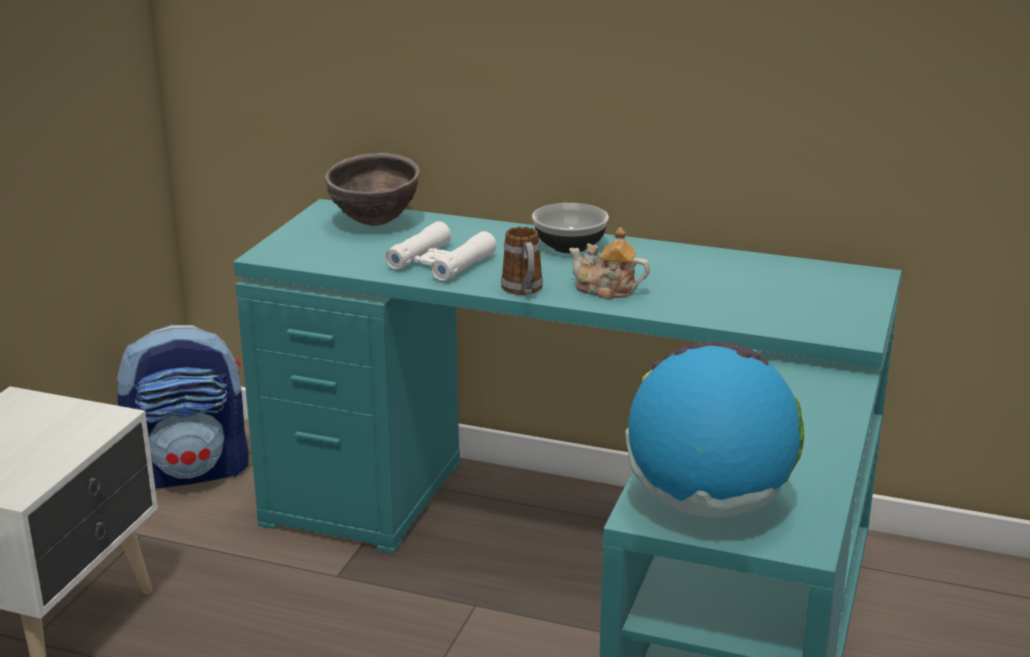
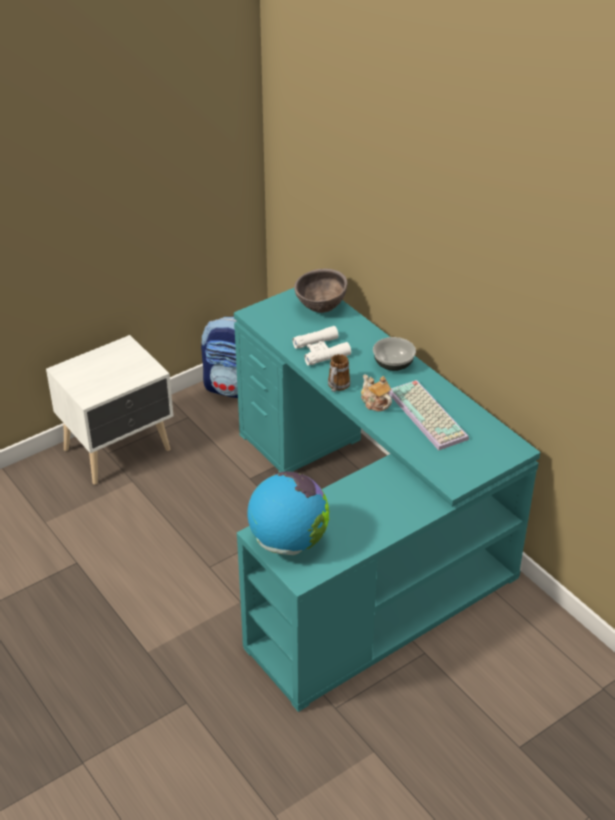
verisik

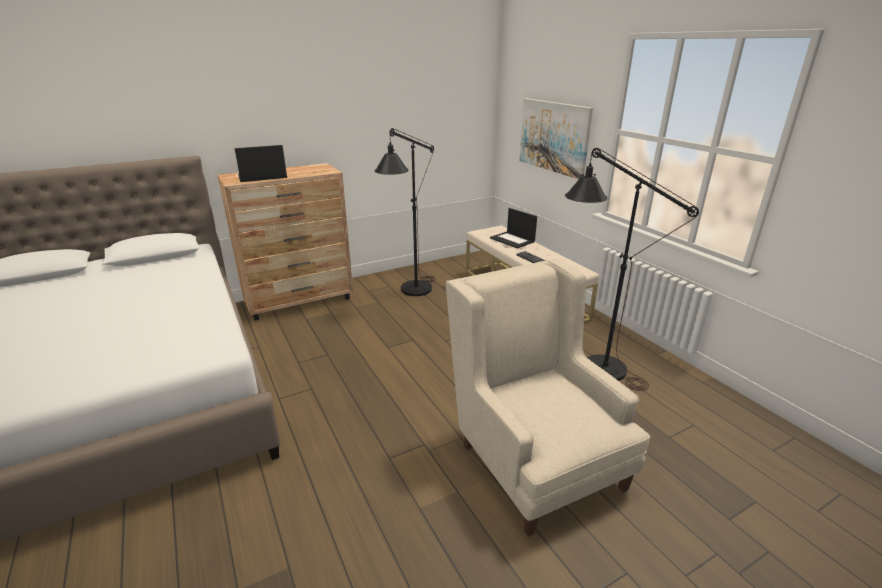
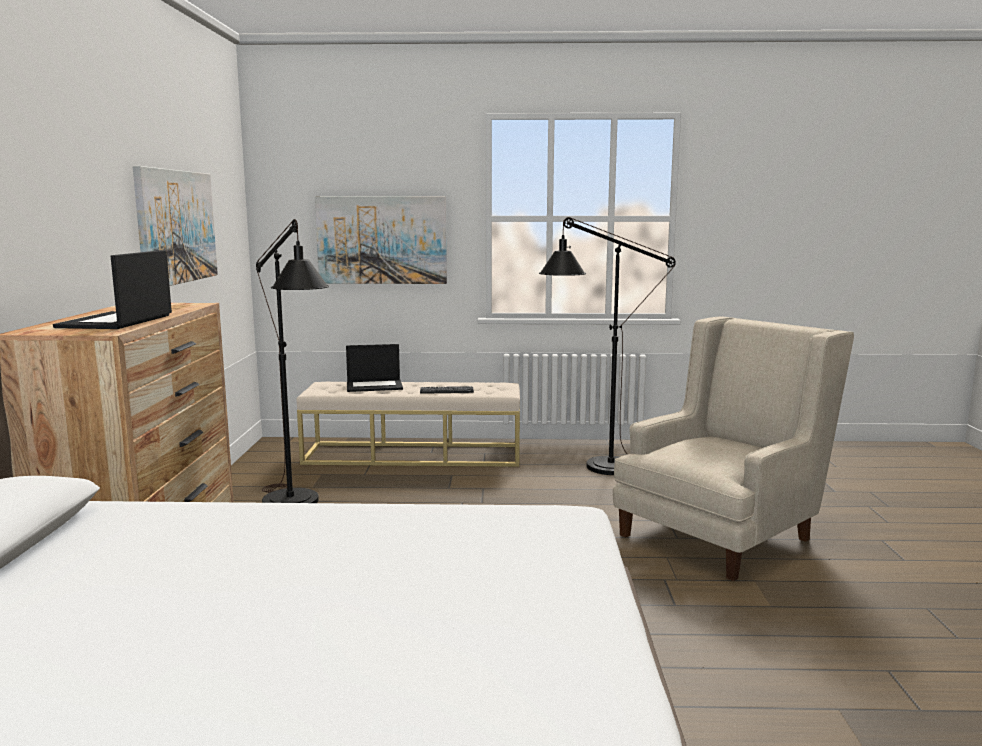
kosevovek (1st from left); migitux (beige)

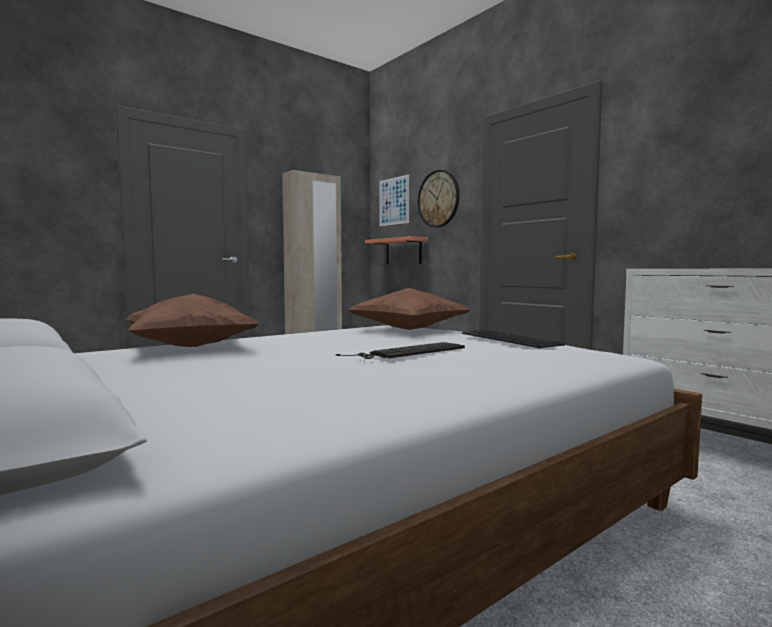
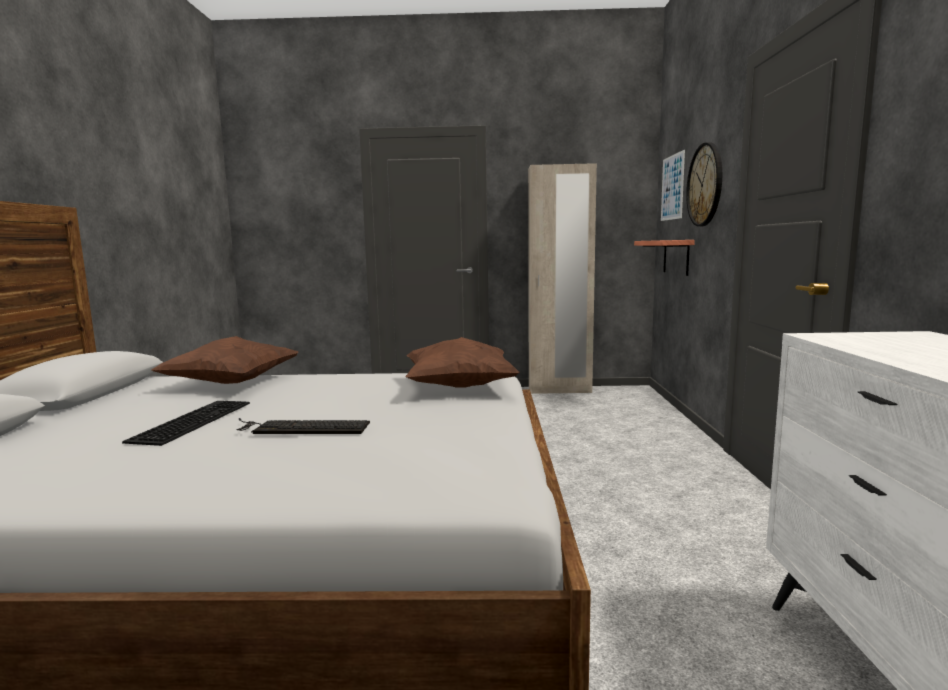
verisik (1st from left)

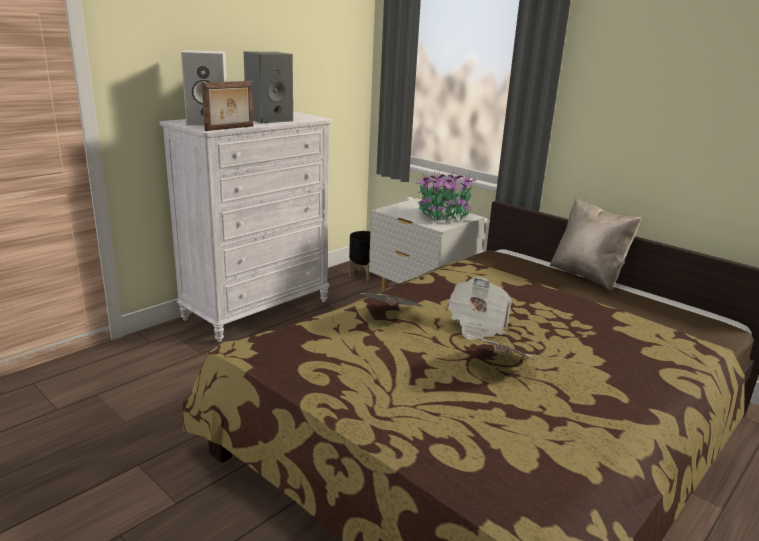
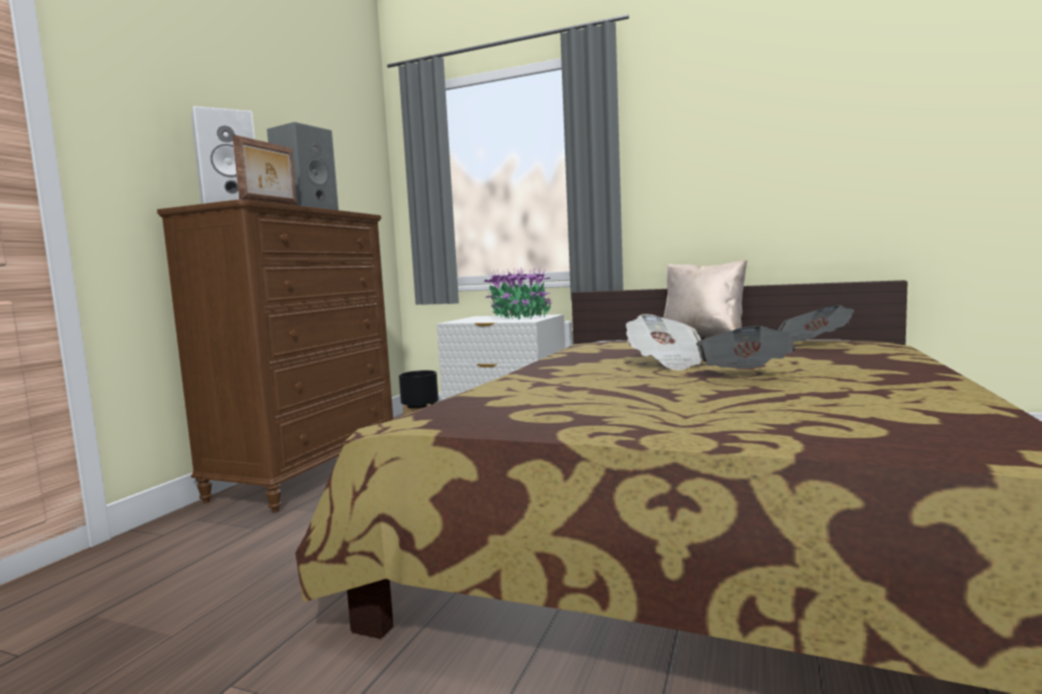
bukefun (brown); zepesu (3rd from left)

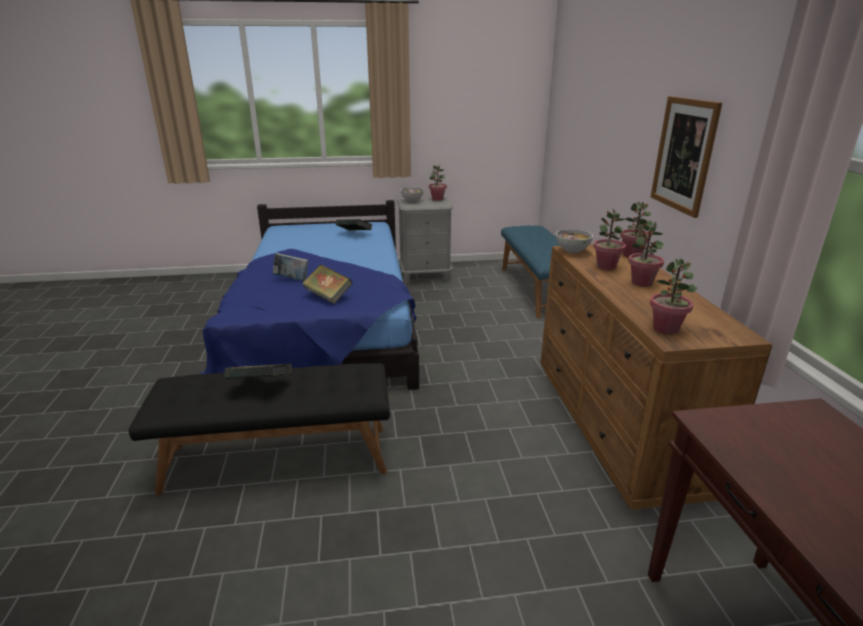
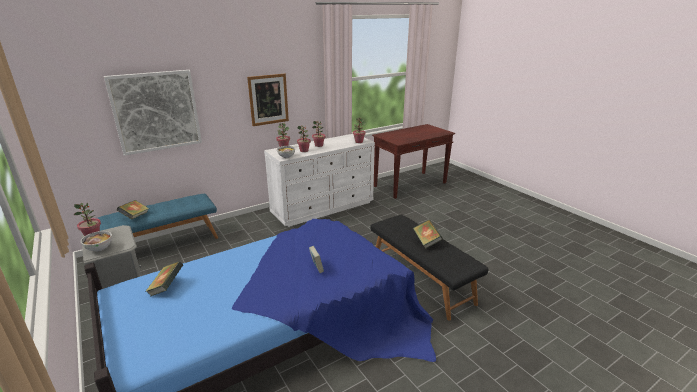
kosevovek (1st from left); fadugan (1st from left); bukefun (white)

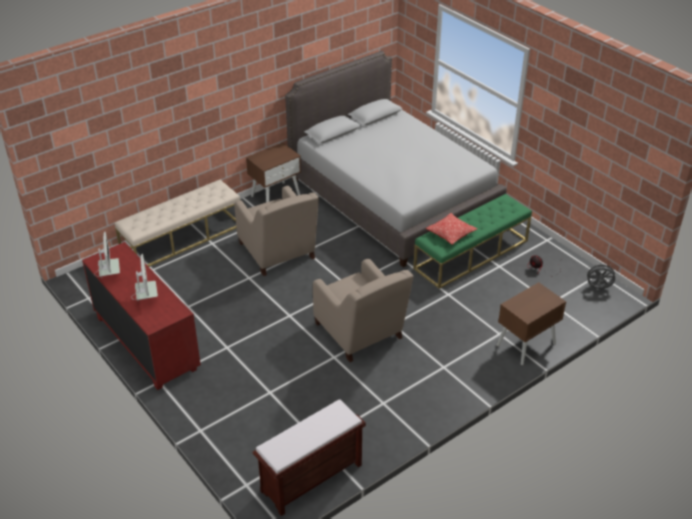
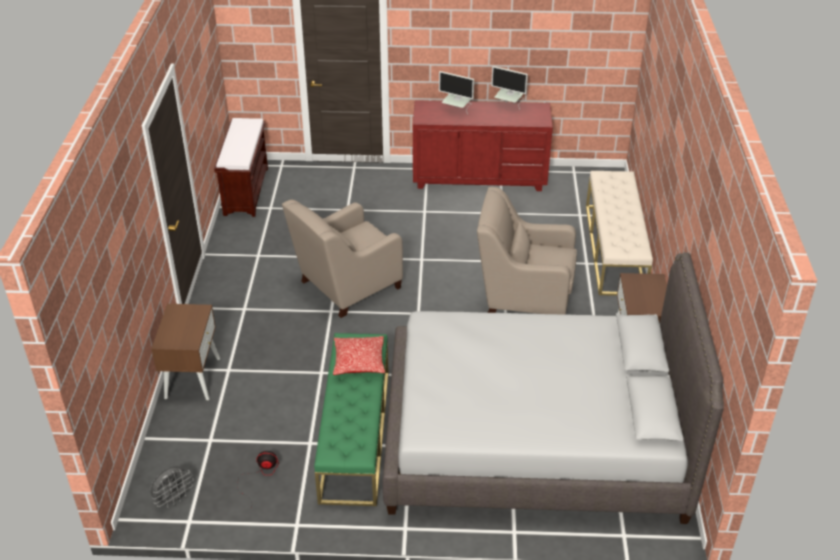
migitux (beige) (1st from left)

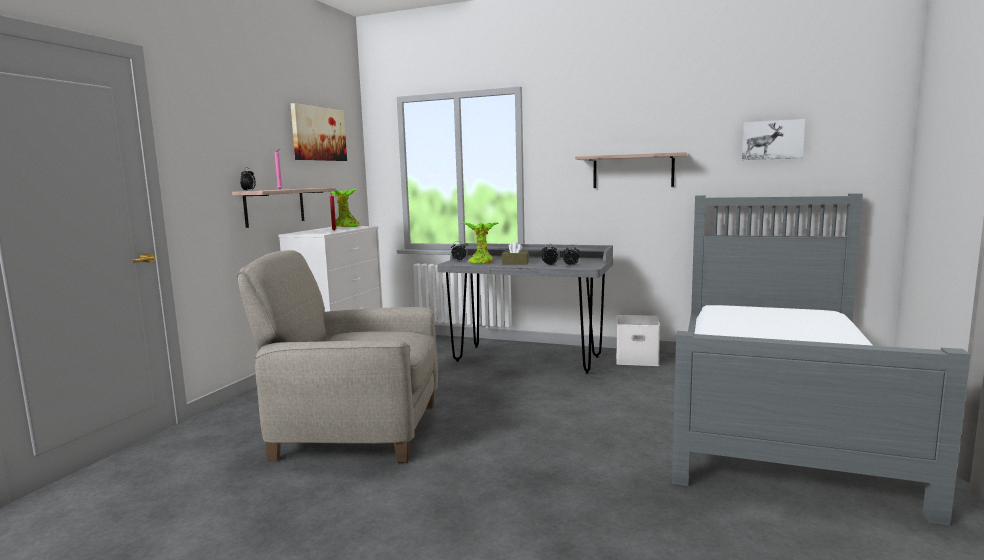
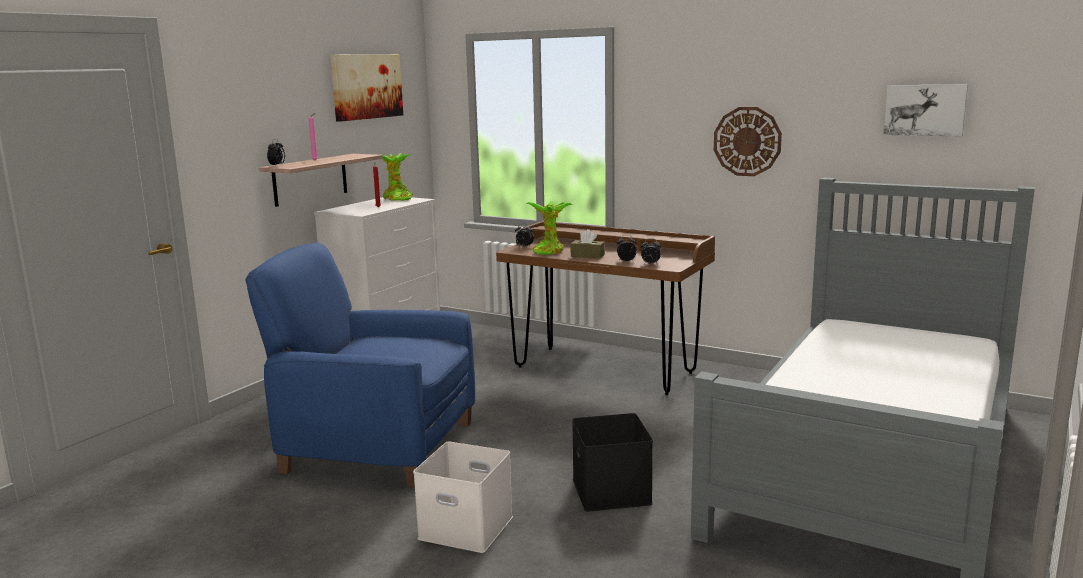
migitux (blue); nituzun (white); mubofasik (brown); nituzun (black); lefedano

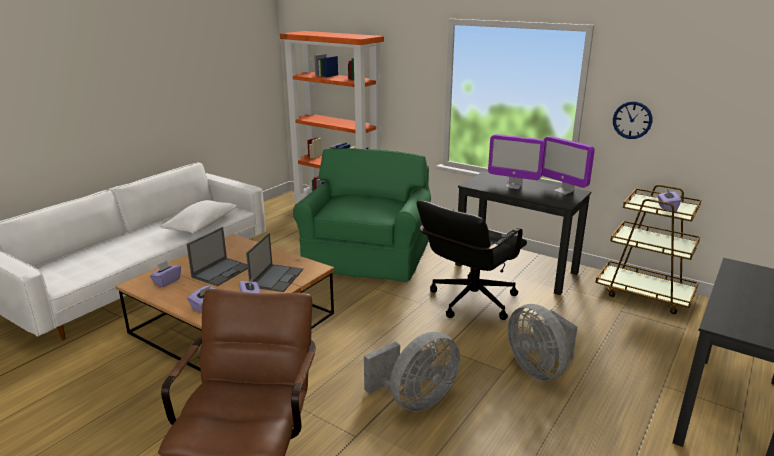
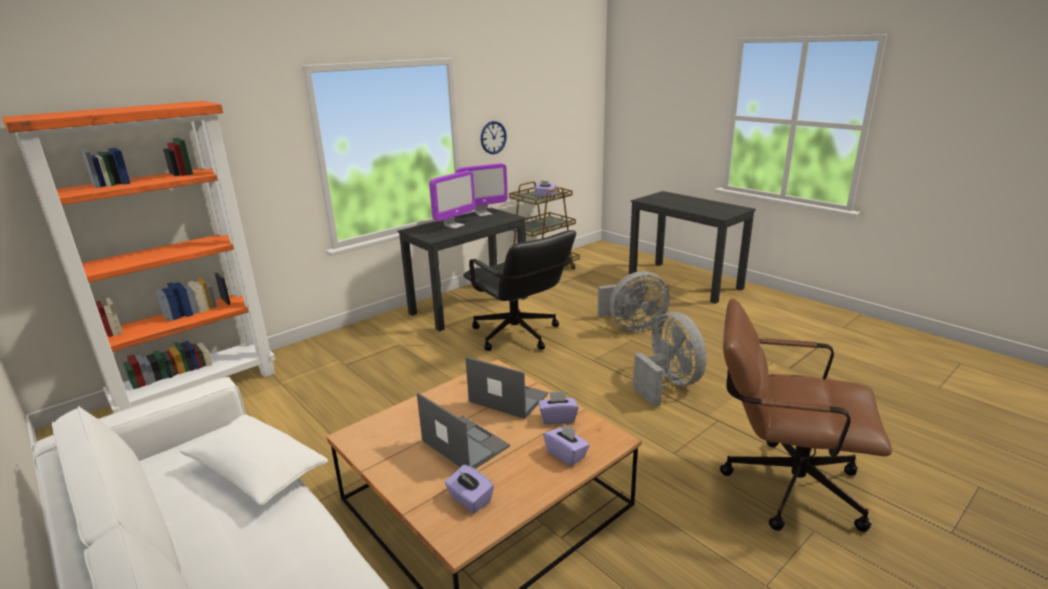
migitux (green)

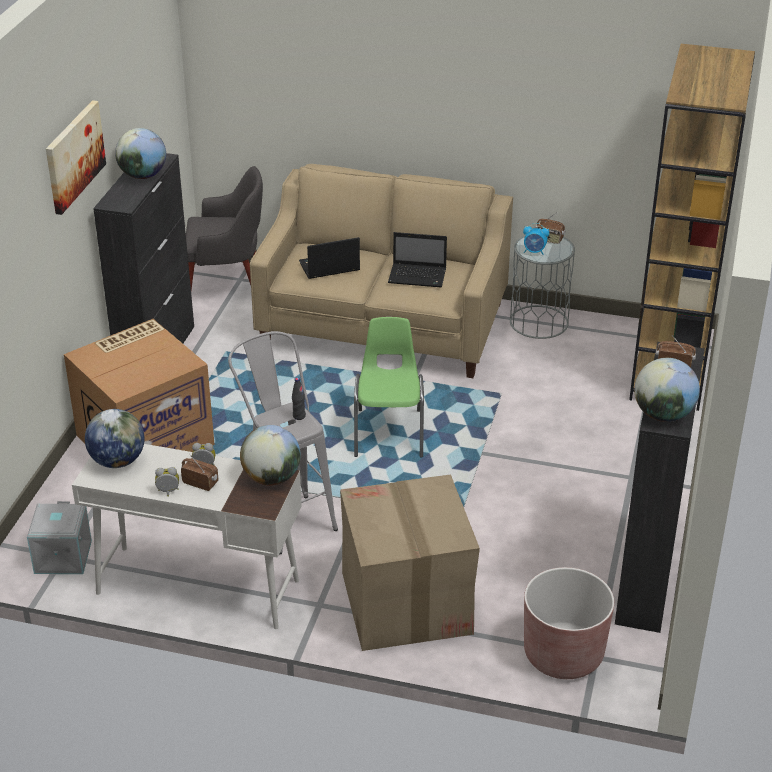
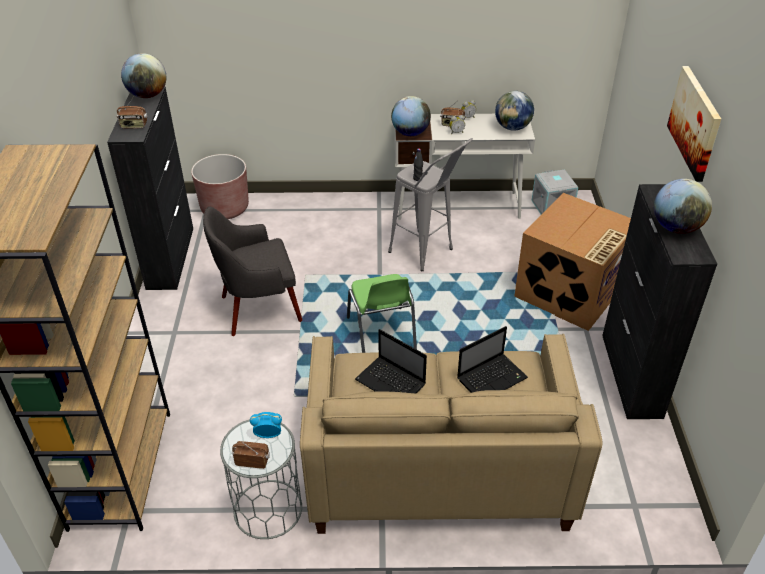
migitux (grey); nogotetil (1st from left); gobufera (2nd from left in the first image)

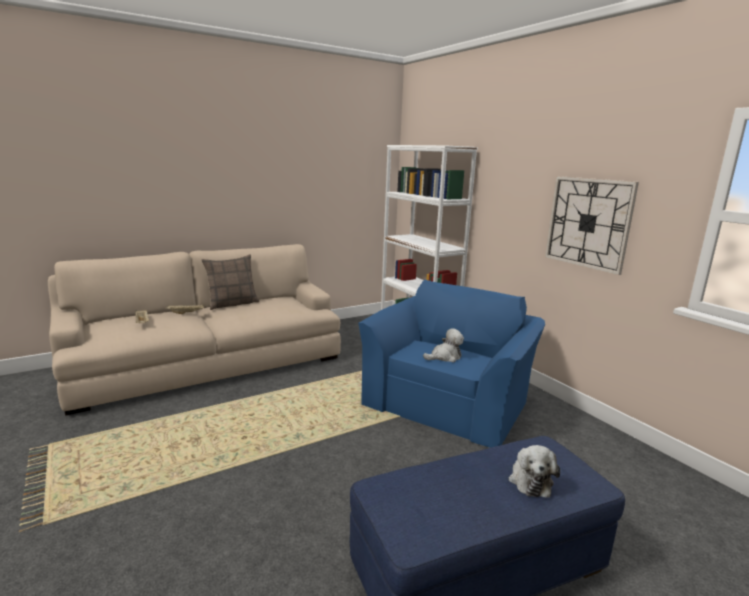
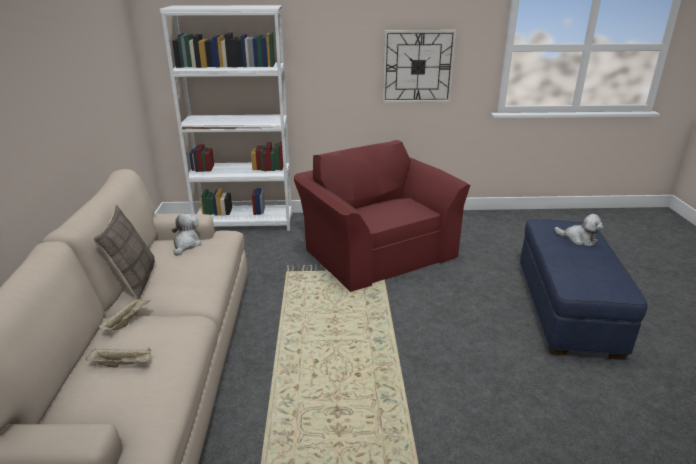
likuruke (1st from left); migitux (red)

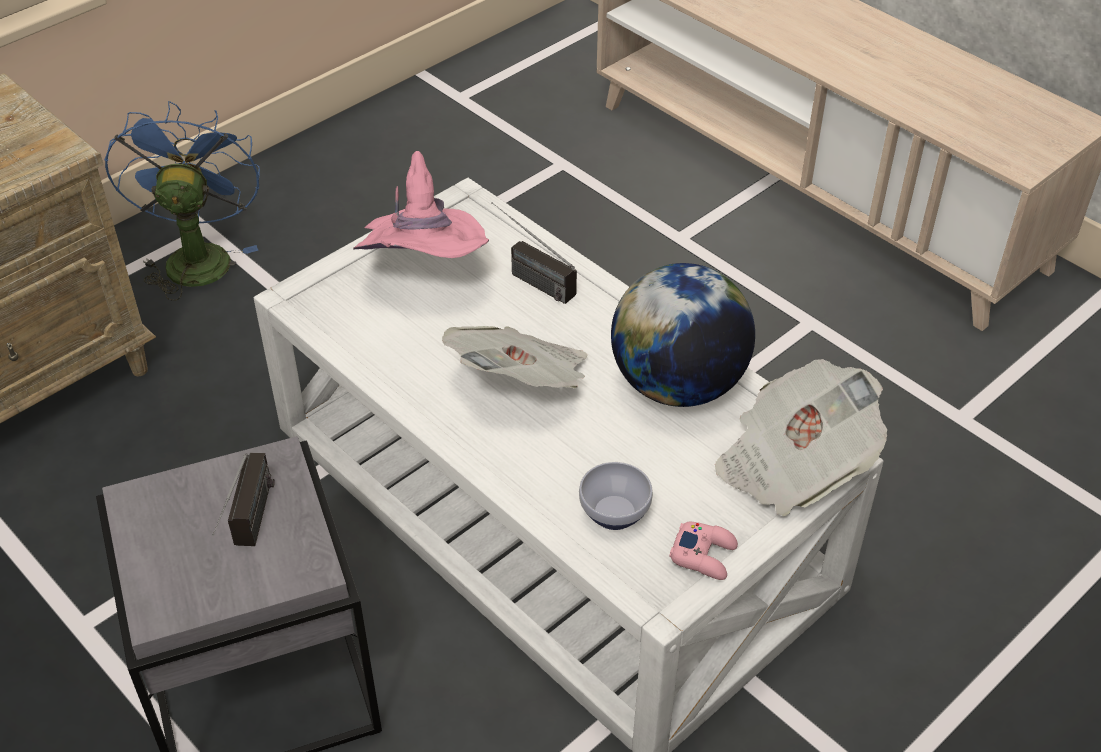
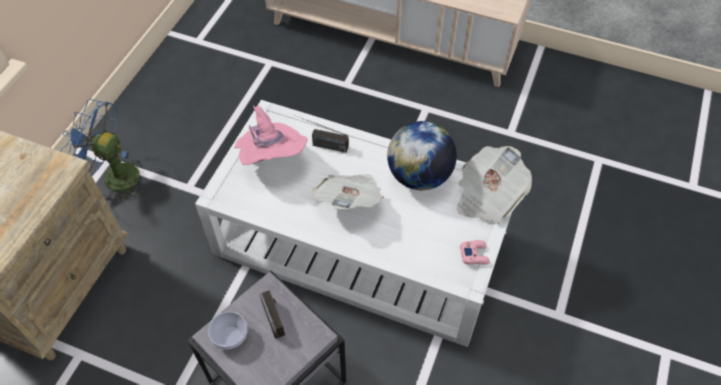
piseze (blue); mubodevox

